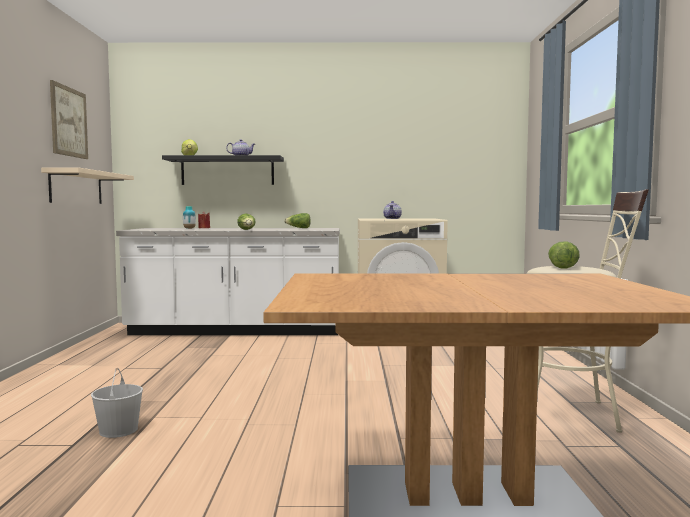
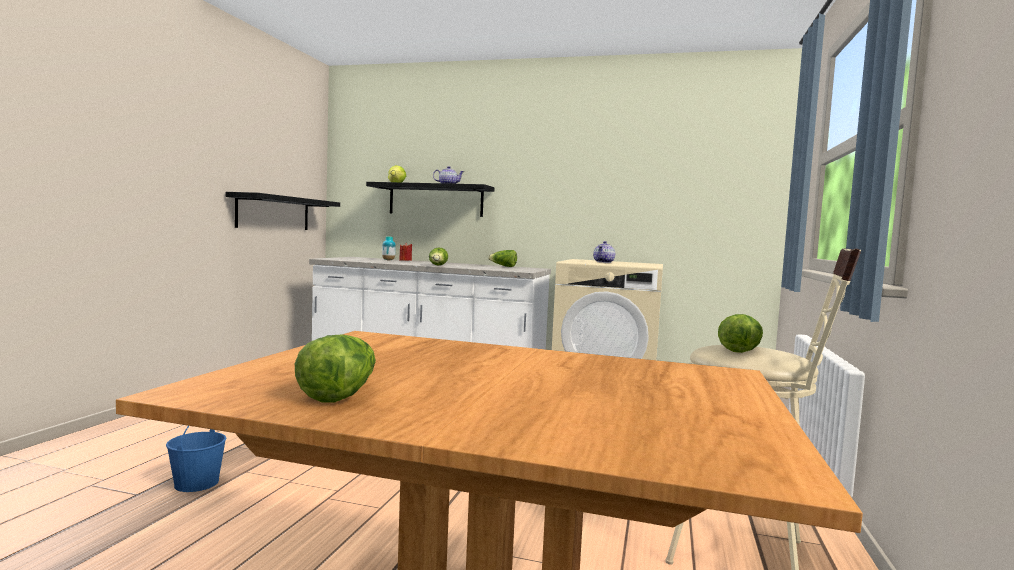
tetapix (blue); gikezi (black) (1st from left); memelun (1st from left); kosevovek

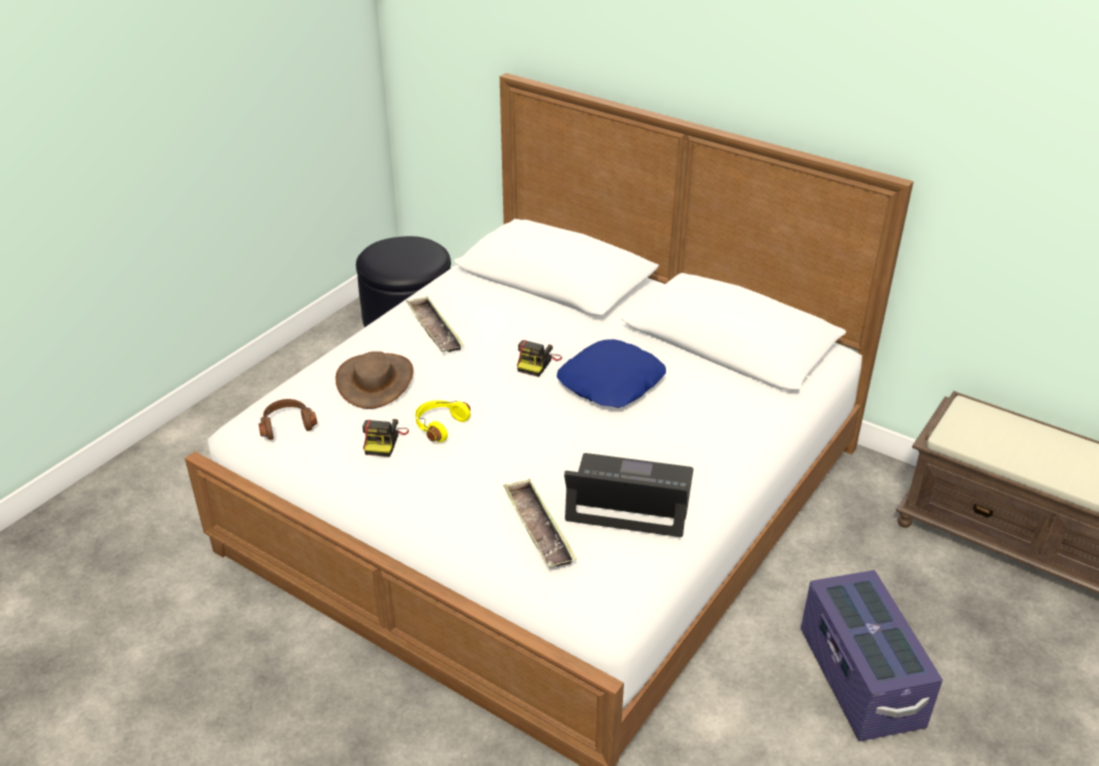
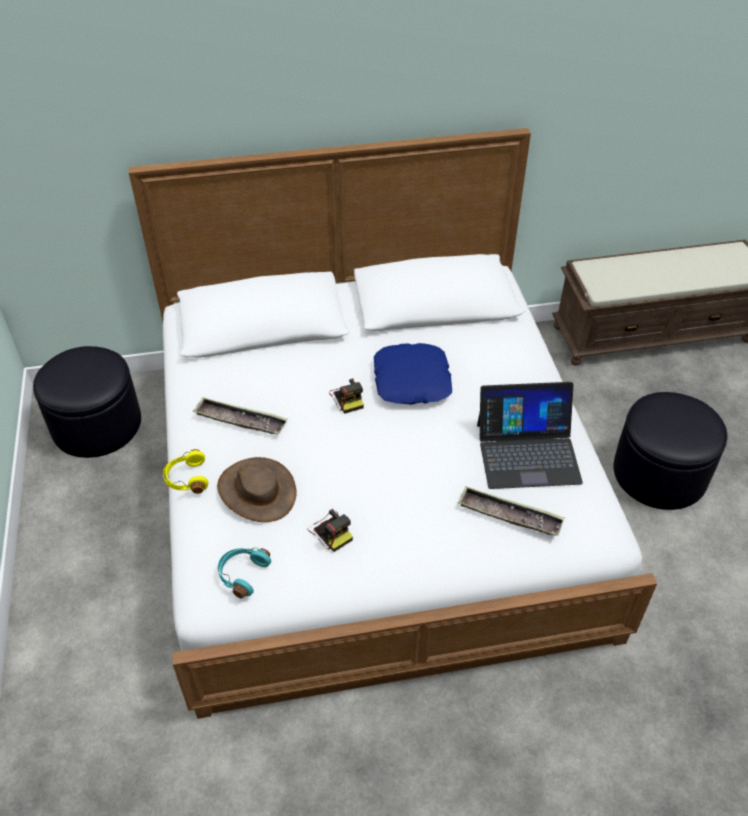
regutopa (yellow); regutopa (turquoise); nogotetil; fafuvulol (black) (2nd from left)

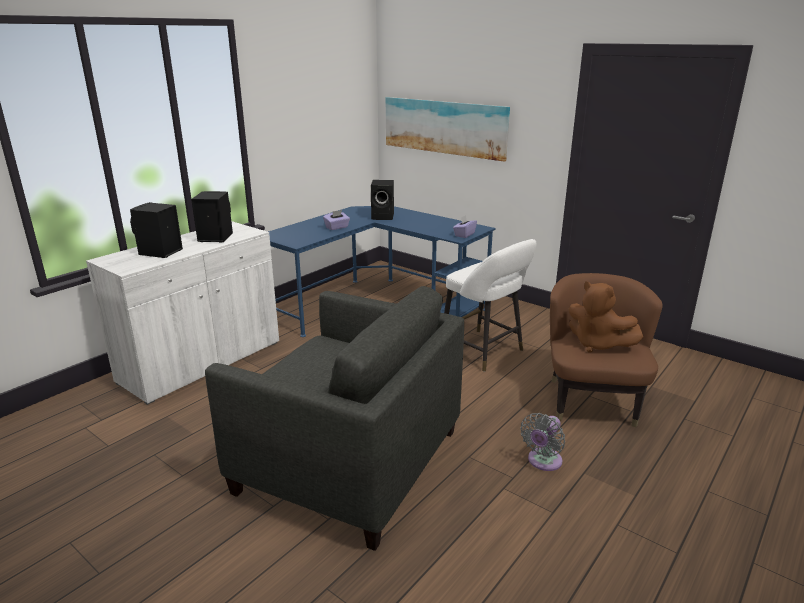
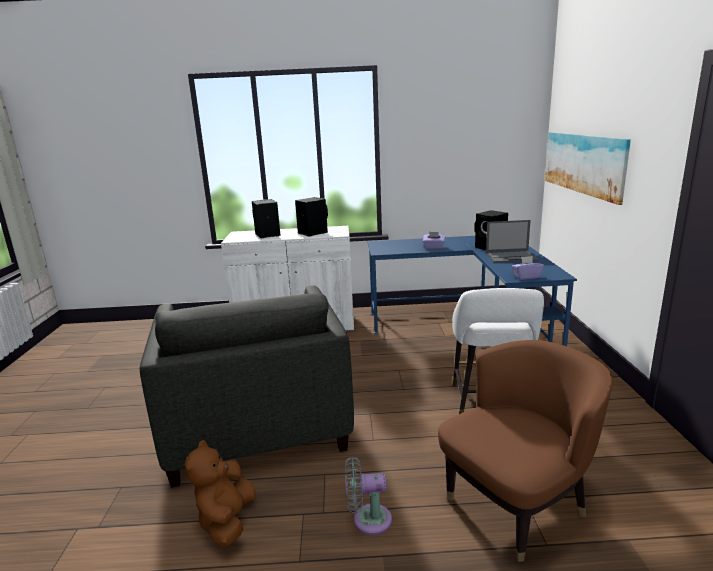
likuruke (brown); nogotetil

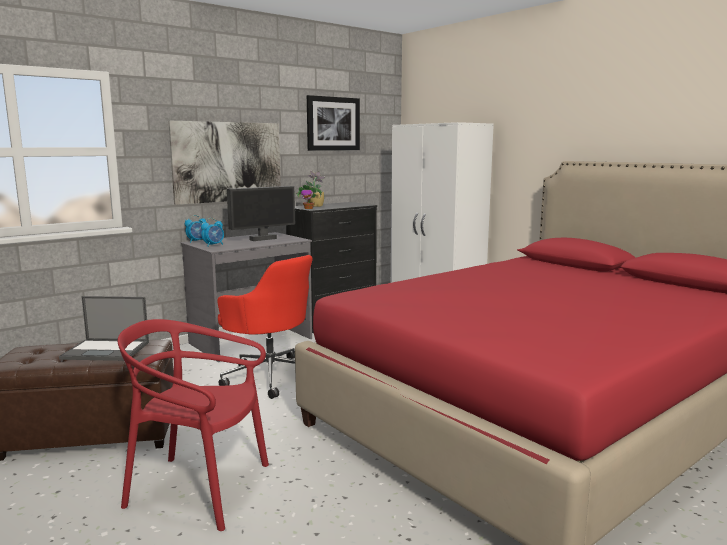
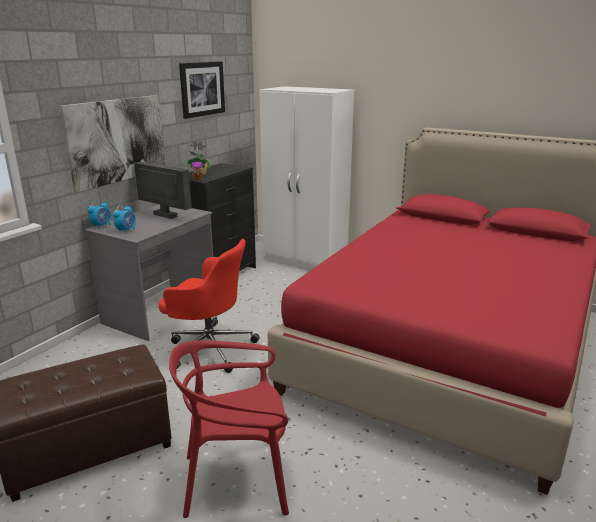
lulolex; nogotetil

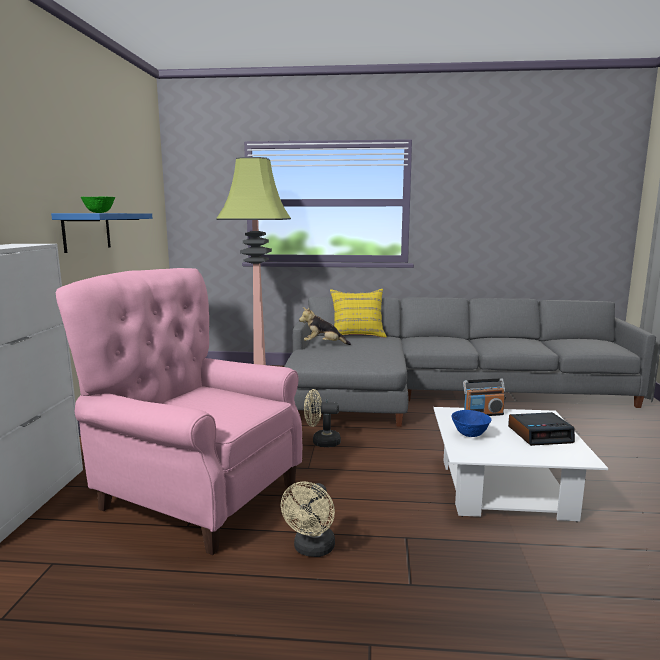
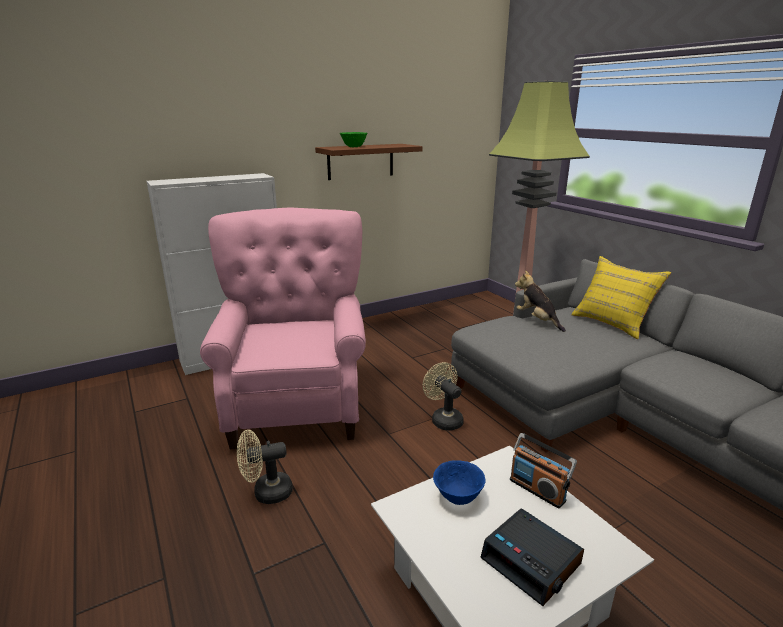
gikezi (brown)

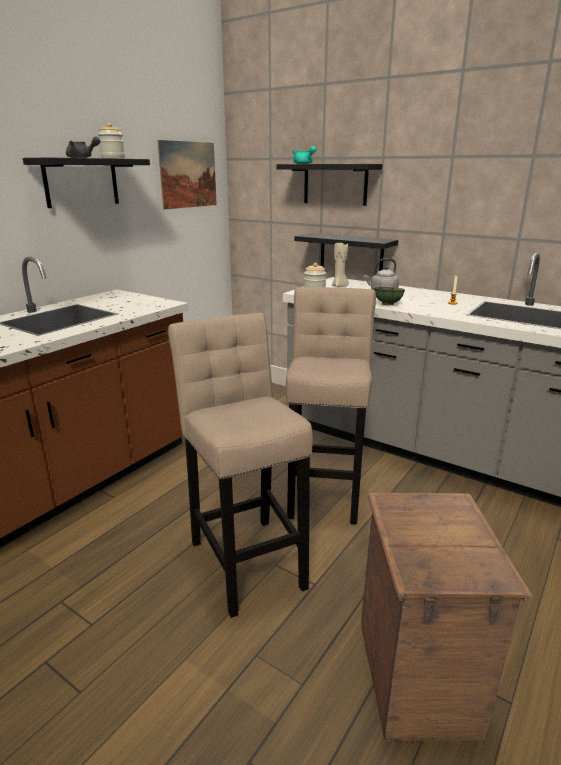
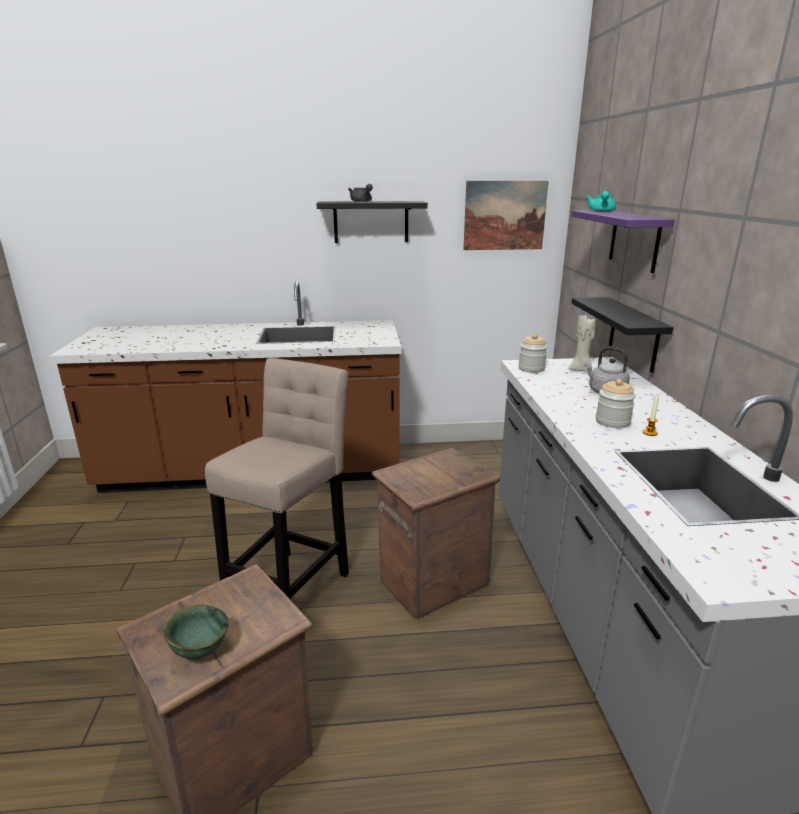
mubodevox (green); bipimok (2nd from left); gikezi (purple); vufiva (2nd from left)

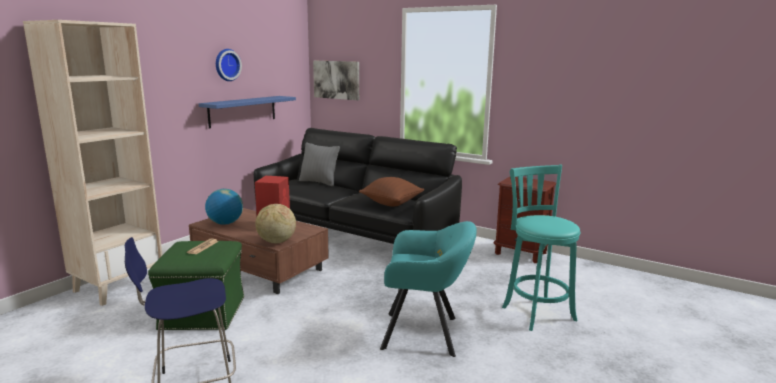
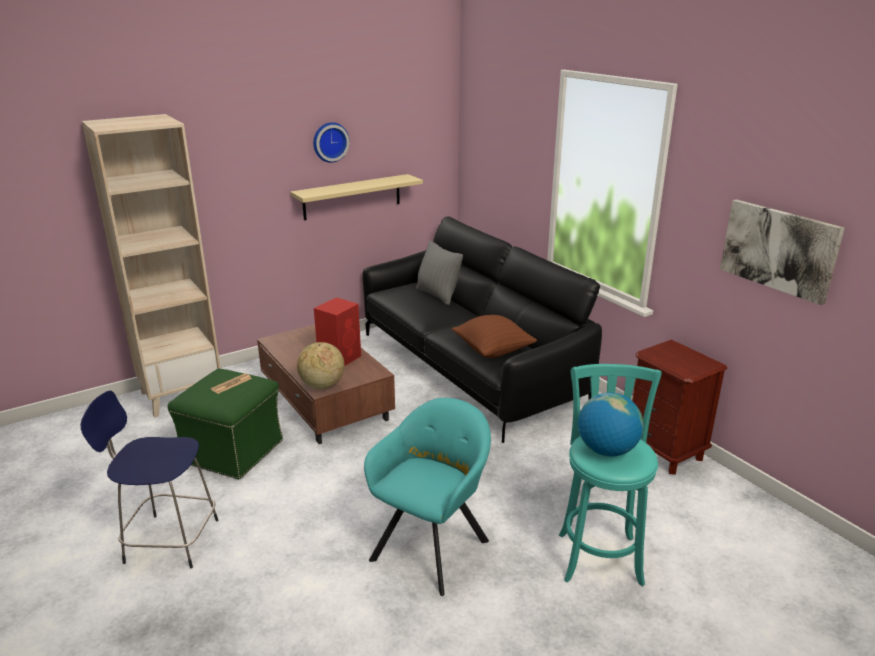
gikezi (beige); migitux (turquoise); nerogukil (2nd from left); kosevovek

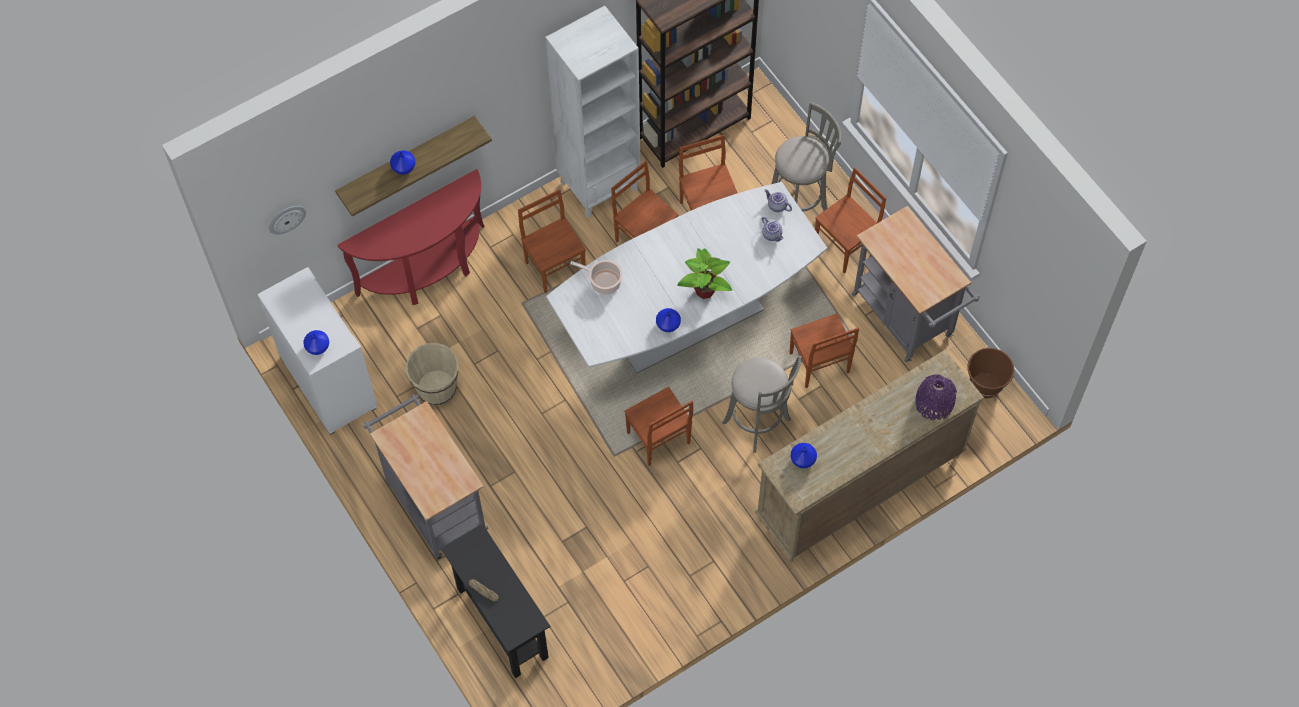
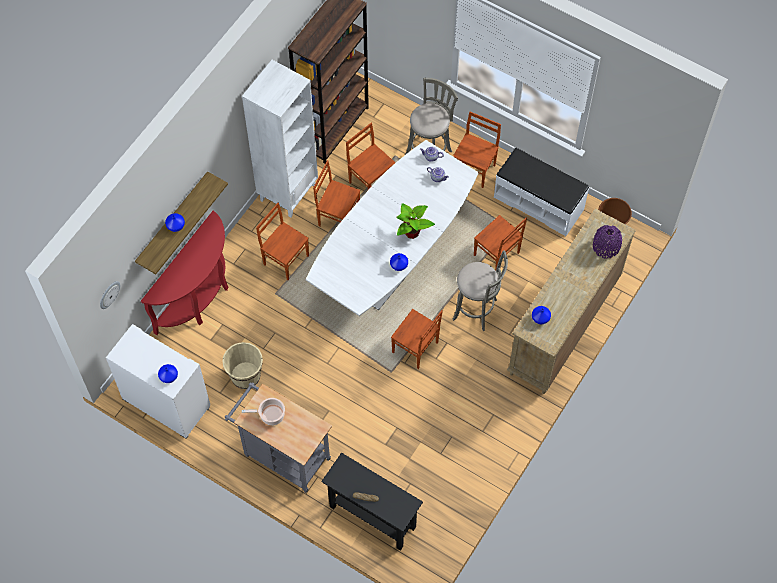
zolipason; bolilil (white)

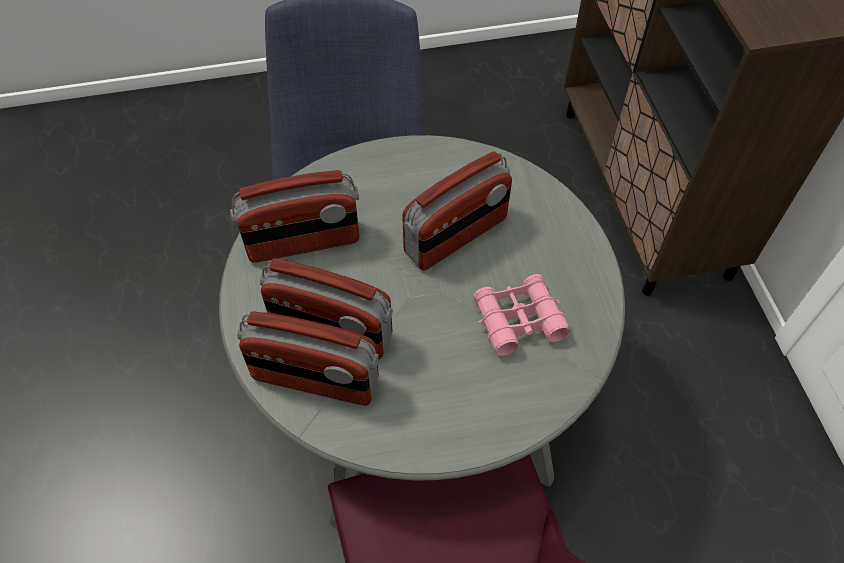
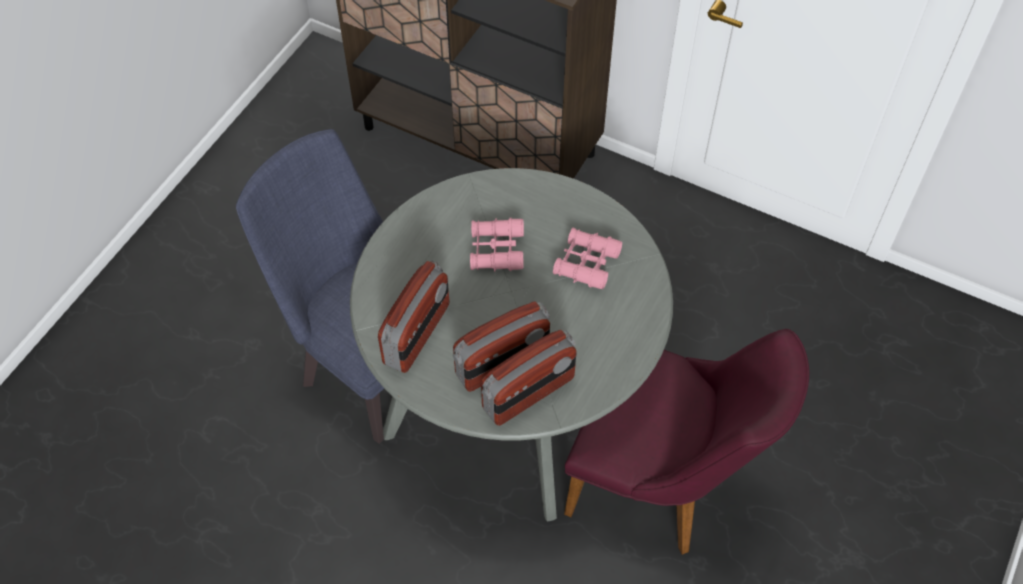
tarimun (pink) (1st from left)

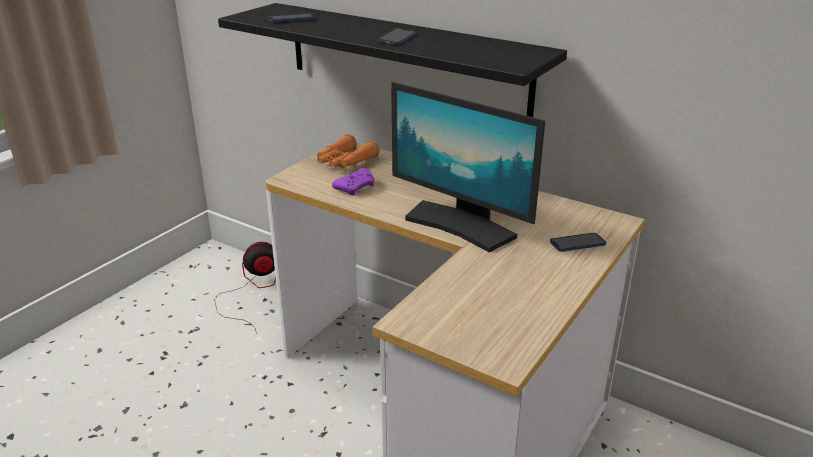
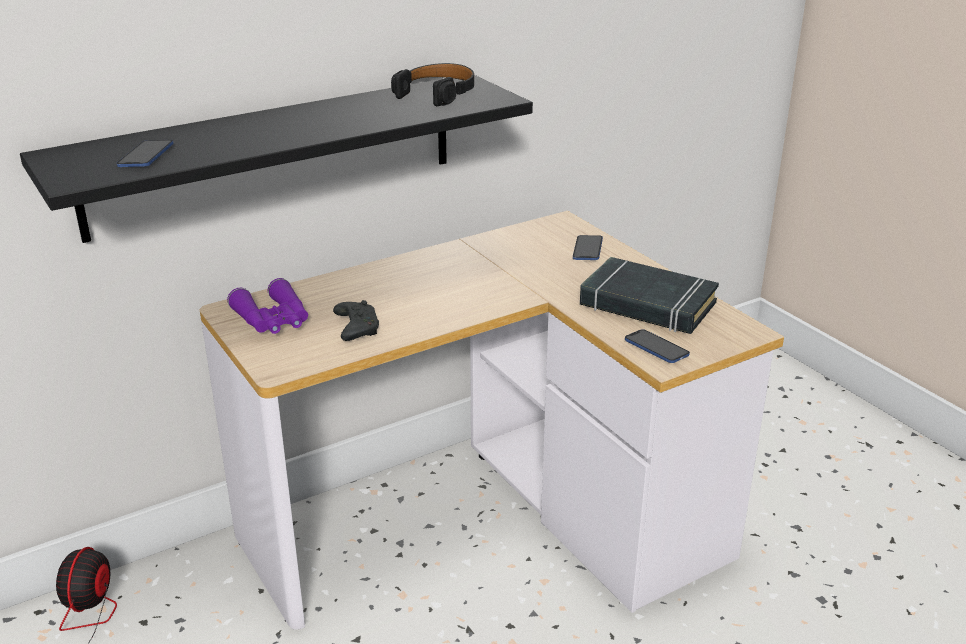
tarimun (purple); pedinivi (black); regutopa (black); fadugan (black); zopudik (3rd from left); lulolex

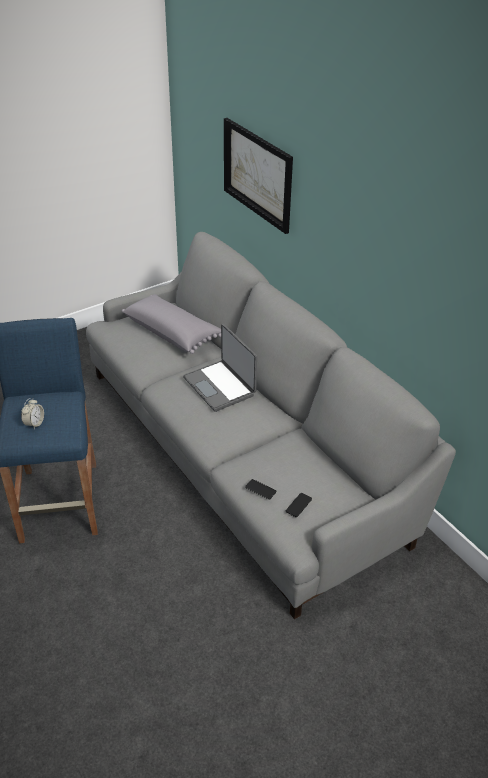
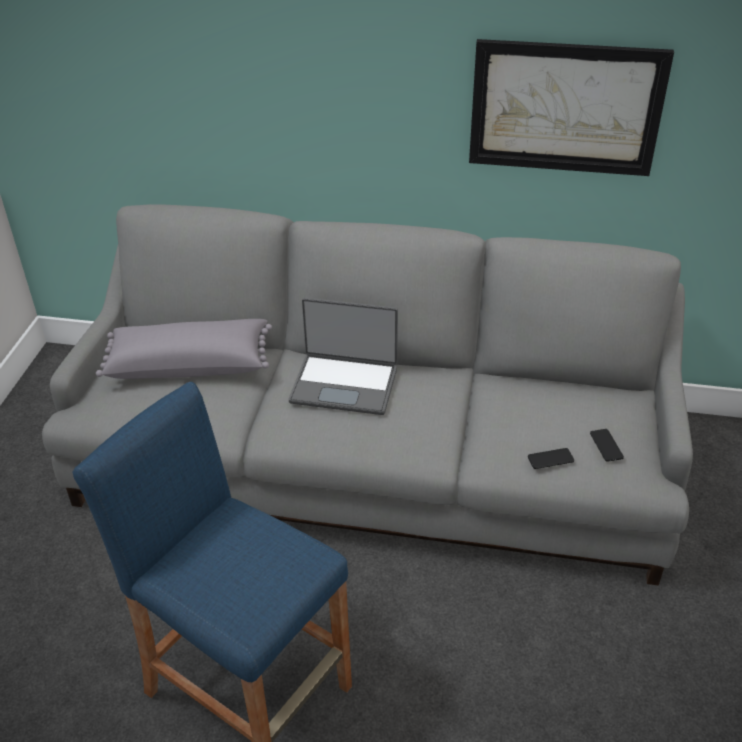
kosevovek; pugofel

